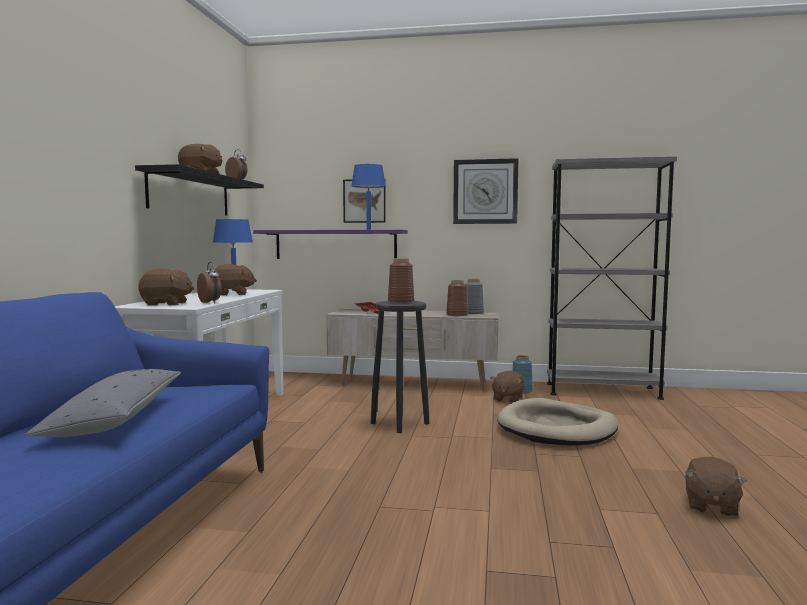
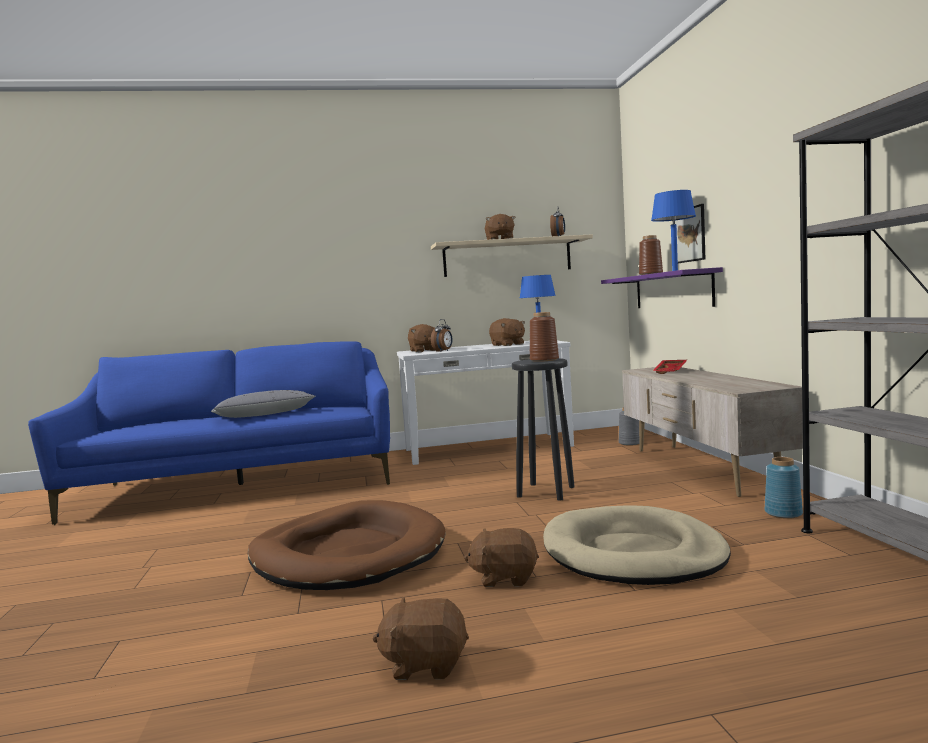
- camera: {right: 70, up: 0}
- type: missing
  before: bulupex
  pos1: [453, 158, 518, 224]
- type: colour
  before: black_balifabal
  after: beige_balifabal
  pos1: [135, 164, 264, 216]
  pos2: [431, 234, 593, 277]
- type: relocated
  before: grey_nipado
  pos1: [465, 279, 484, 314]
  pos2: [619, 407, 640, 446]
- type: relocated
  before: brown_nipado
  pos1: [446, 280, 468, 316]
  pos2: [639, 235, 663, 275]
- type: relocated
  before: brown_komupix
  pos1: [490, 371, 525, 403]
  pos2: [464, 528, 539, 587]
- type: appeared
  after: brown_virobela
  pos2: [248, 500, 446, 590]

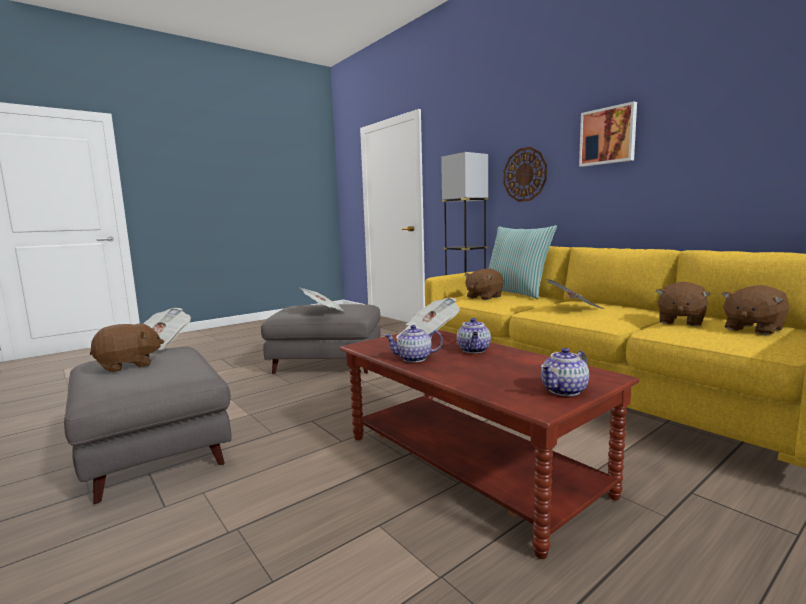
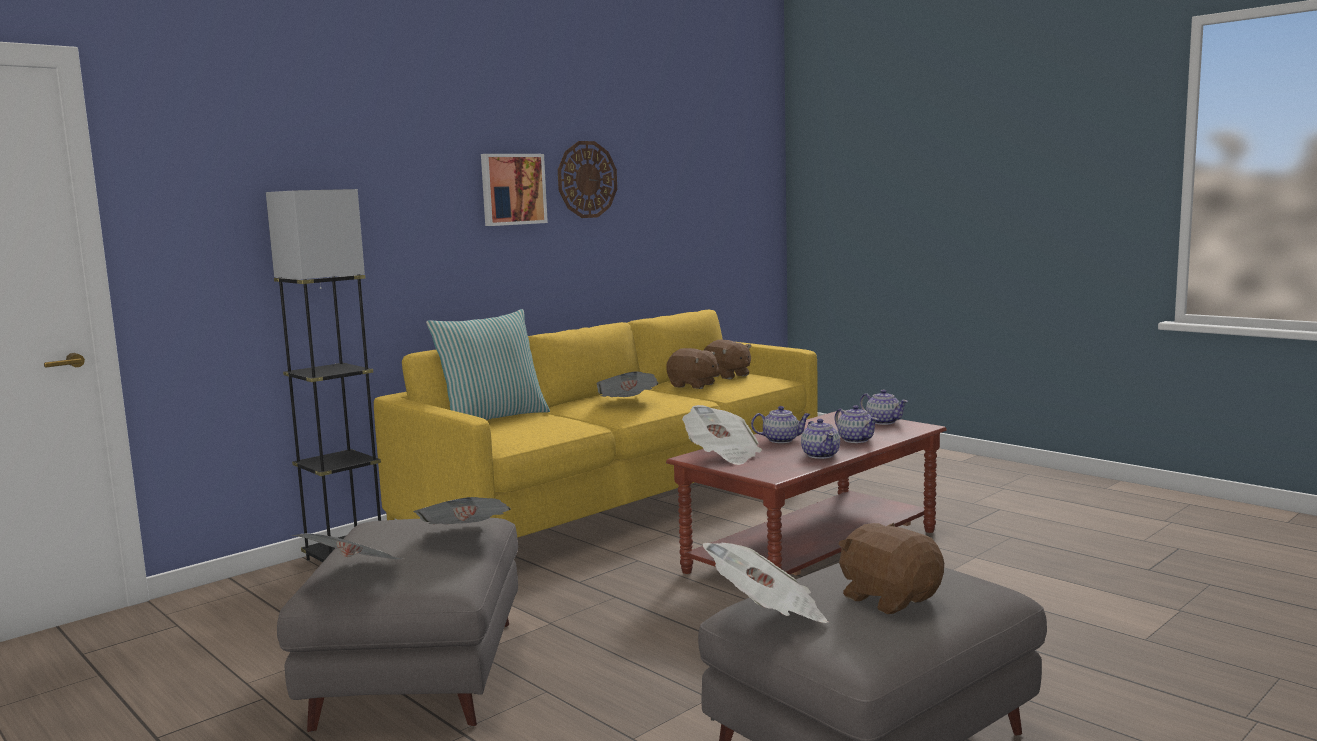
- camera: {right: -95, up: 0}
- type: relocated
  before: bulupex
  pos1: [504, 147, 547, 202]
  pos2: [558, 141, 617, 218]
- type: missing
  before: brown_komupix
  pos1: [464, 268, 504, 300]
- type: appeared
  after: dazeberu
  pos2: [835, 405, 878, 443]
- type: appeared
  after: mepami
  pos2: [292, 534, 403, 559]

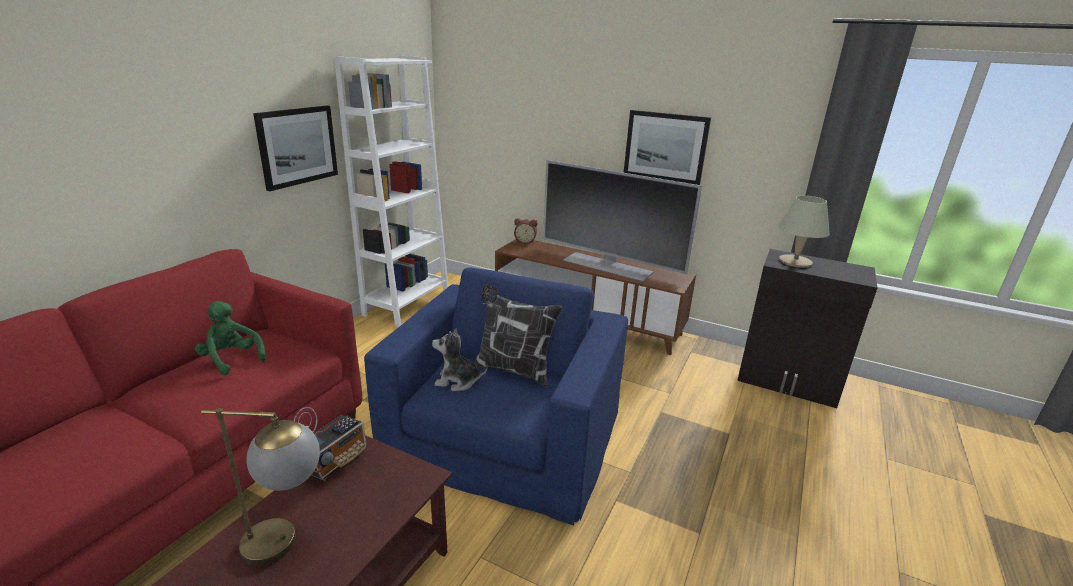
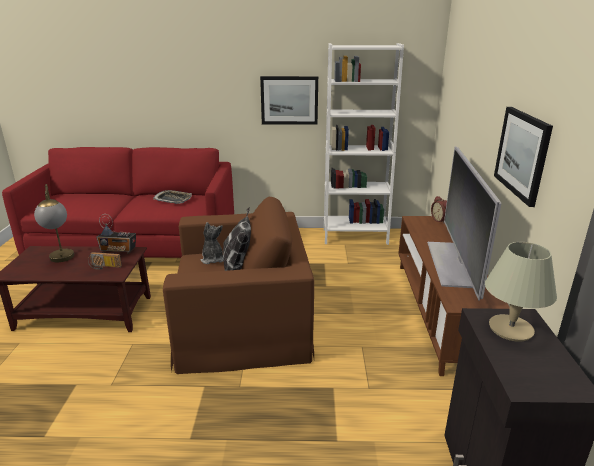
- camera: {right: 65, up: 0}
- type: colour
  before: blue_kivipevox
  after: brown_kivipevox
  pos1: [364, 267, 628, 525]
  pos2: [163, 197, 314, 374]
- type: exchanged
  before: green_komupix
  after: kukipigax
  pos1: [195, 301, 266, 375]
  pos2: [153, 190, 192, 204]
- type: appeared
  after: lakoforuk
  pos2: [88, 252, 122, 270]

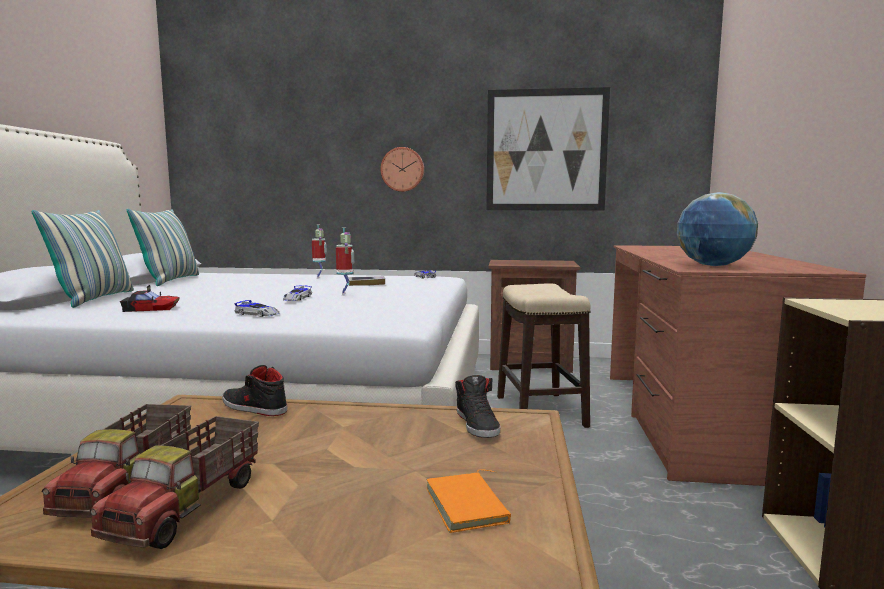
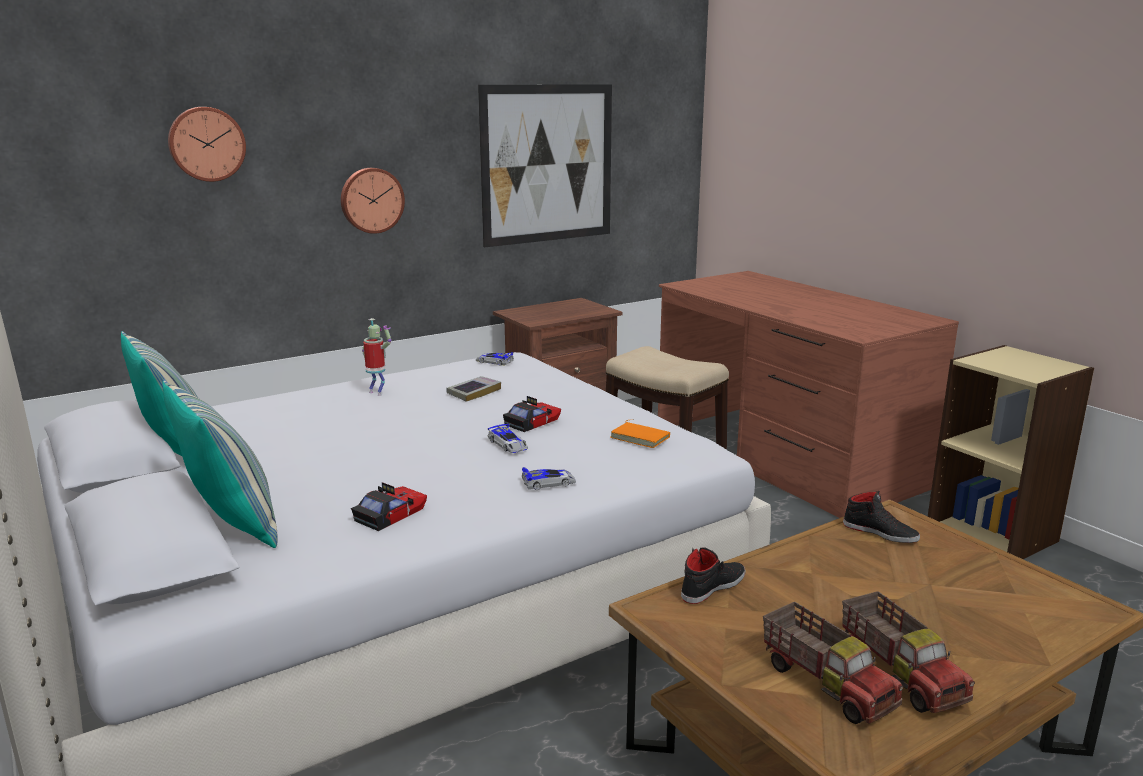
- camera: {right: -40, up: 10}
- type: missing
  before: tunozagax
  pos1: [677, 192, 758, 266]
- type: exchanged
  before: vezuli
  after: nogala
  pos1: [336, 227, 354, 296]
  pos2: [503, 396, 561, 432]
- type: spun
  before: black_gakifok
  pos1: [222, 365, 287, 416]
  pos2: [681, 548, 745, 604]
  turn: 150
- type: relocated
  before: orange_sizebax
  pos1: [427, 469, 511, 533]
  pos2: [610, 419, 670, 448]
- type: appeared
  after: bulupex
  pos2: [168, 107, 246, 182]

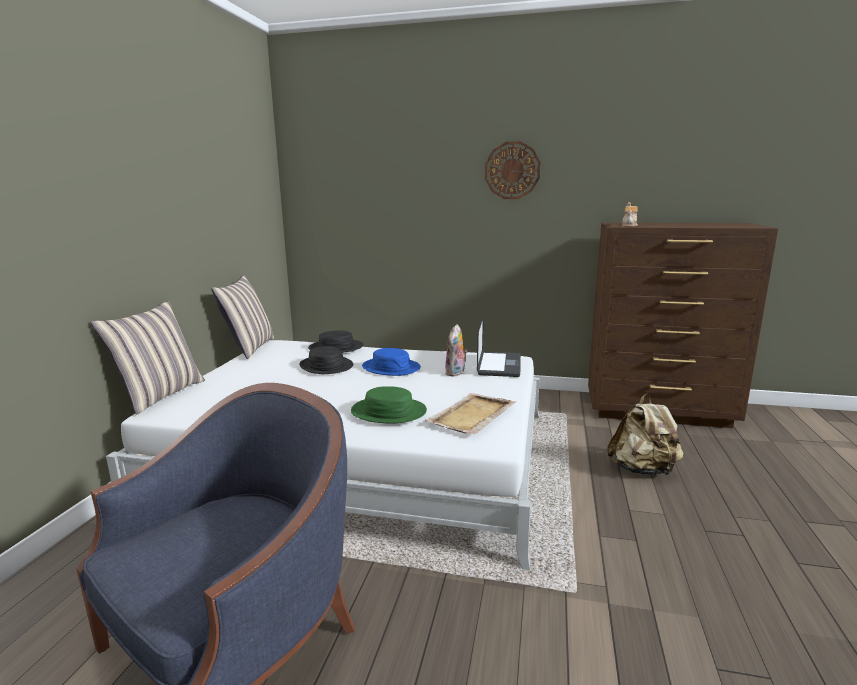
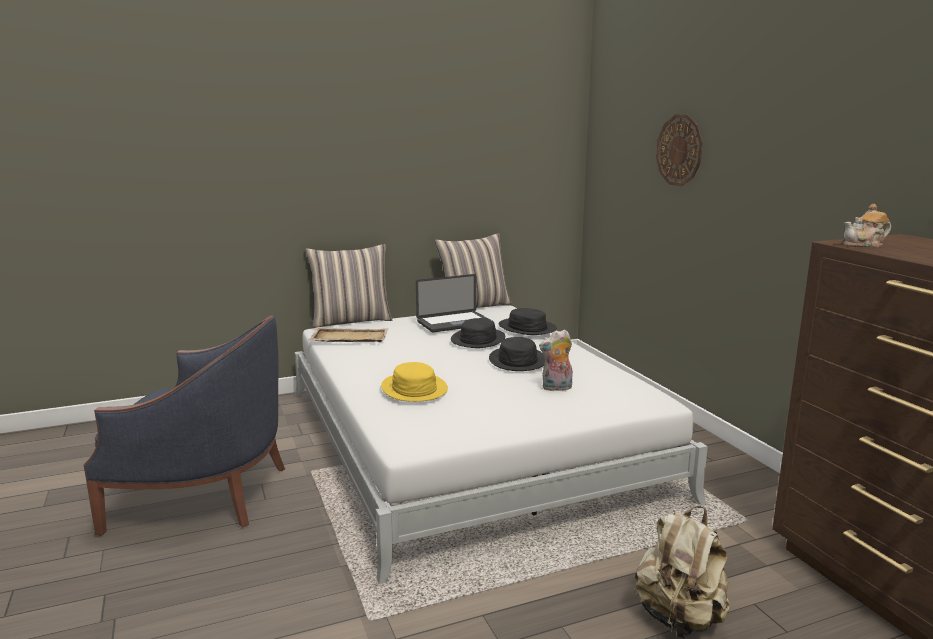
- camera: {right: 55, up: 0}
- type: relocated
  before: bulupex
  pos1: [485, 141, 541, 199]
  pos2: [656, 115, 703, 186]
- type: relocated
  before: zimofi
  pos1: [477, 315, 521, 377]
  pos2: [416, 274, 488, 332]
- type: colour
  before: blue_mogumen
  after: black_mogumen
  pos1: [362, 348, 421, 376]
  pos2: [489, 337, 544, 371]
- type: colour
  before: green_mogumen
  after: yellow_mogumen
  pos1: [351, 386, 427, 424]
  pos2: [381, 362, 448, 402]
- type: relocated
  before: beige_kukipigax
  pos1: [425, 393, 516, 434]
  pos2: [308, 327, 389, 342]

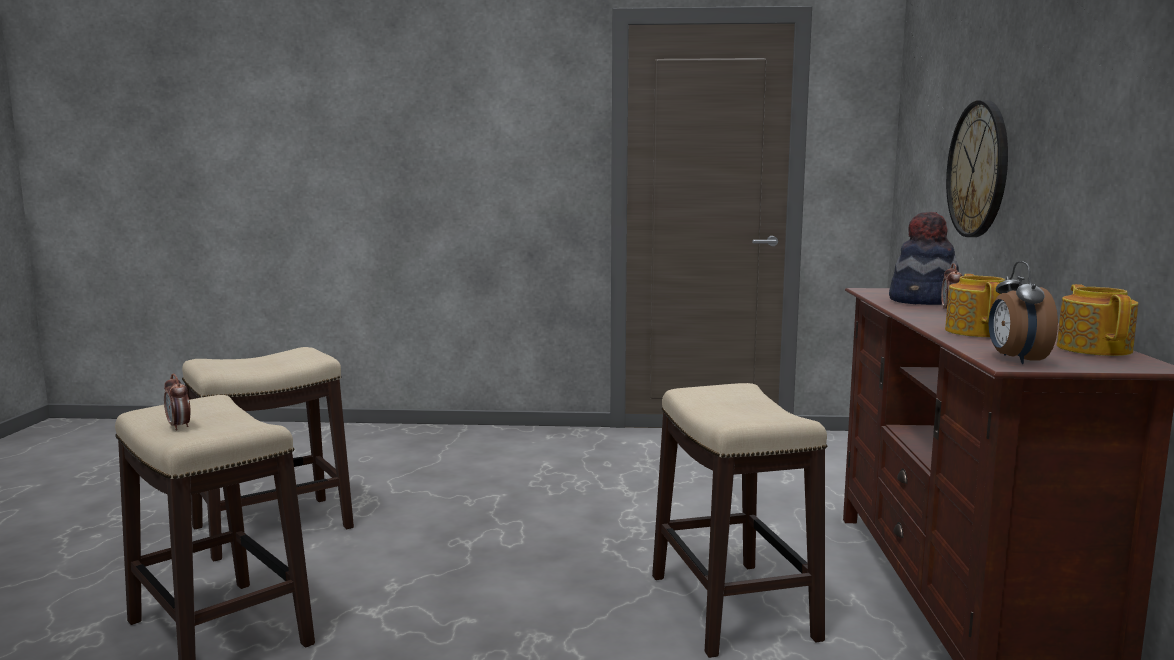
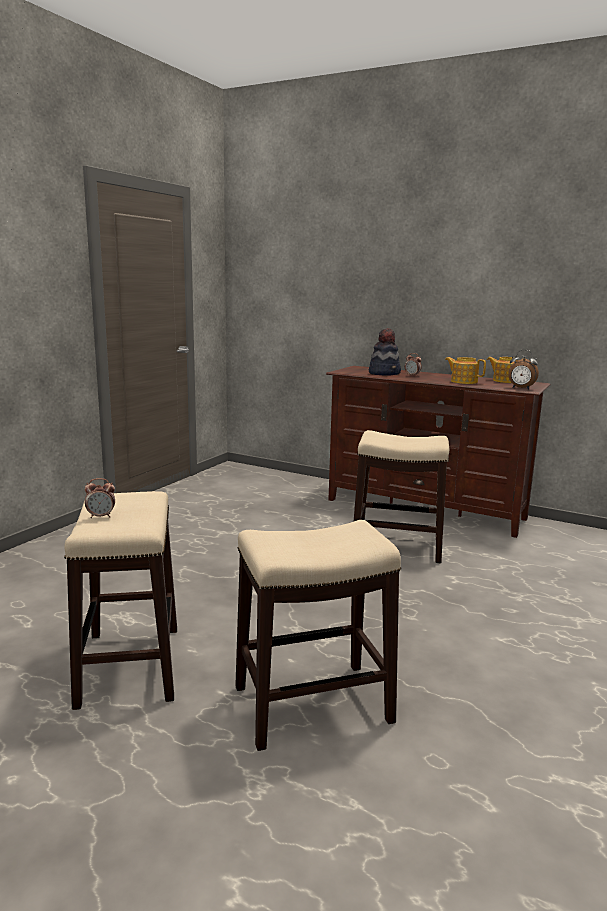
- camera: {right: -65, up: 5}
- type: missing
  before: bulupex
  pos1: [946, 100, 1008, 237]
- type: relocated
  before: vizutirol
  pos1: [164, 373, 191, 430]
  pos2: [85, 478, 115, 518]

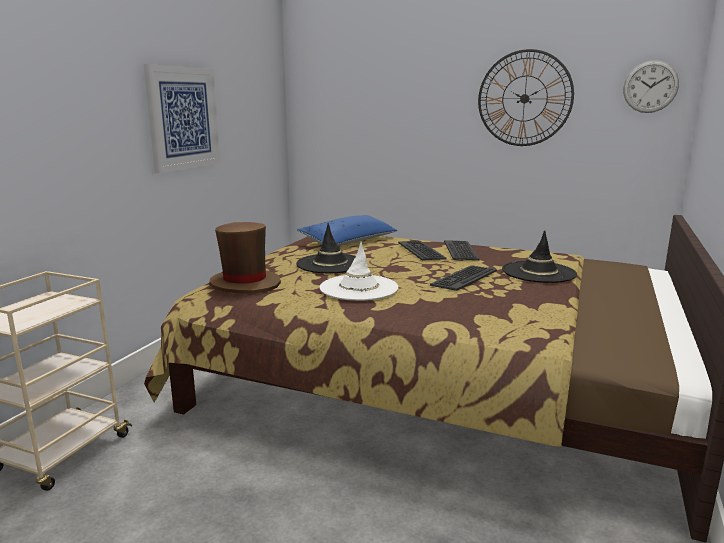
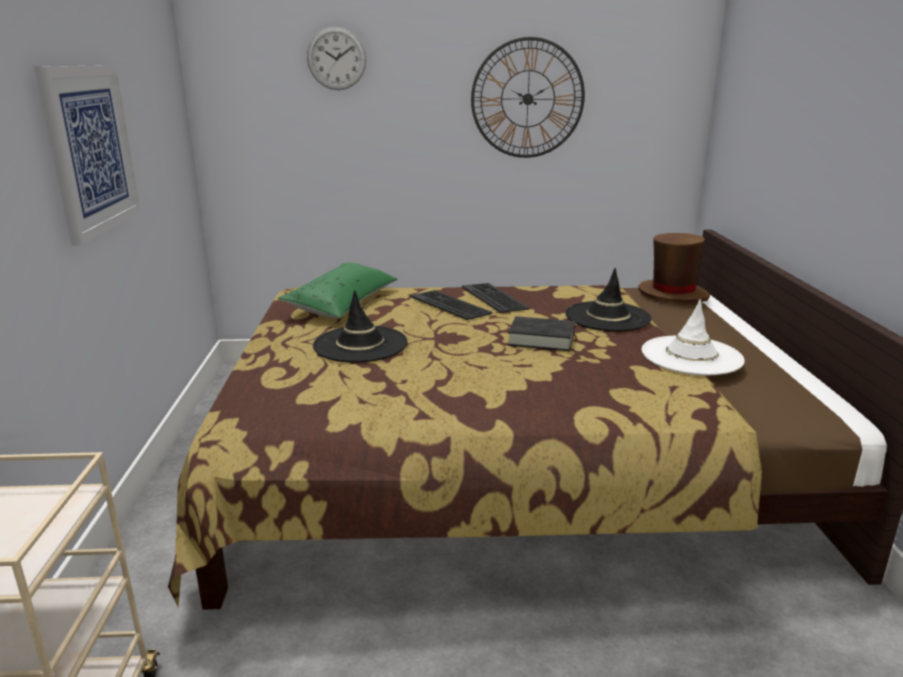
- camera: {right: -25, up: 5}
- type: relocated
  before: bulupex
  pos1: [623, 60, 679, 113]
  pos2: [307, 27, 366, 90]
- type: colour
  before: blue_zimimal
  after: green_zimimal
  pos1: [297, 215, 398, 246]
  pos2: [278, 263, 398, 318]
- type: relocated
  before: brown_mogumen
  pos1: [209, 222, 281, 294]
  pos2: [638, 233, 710, 303]
- type: relocated
  before: white_mogumen
  pos1: [320, 242, 398, 301]
  pos2: [642, 299, 745, 376]
- type: exchanged
  before: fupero
  after: black_sizebax
  pos1: [430, 265, 497, 291]
  pos2: [508, 316, 575, 351]

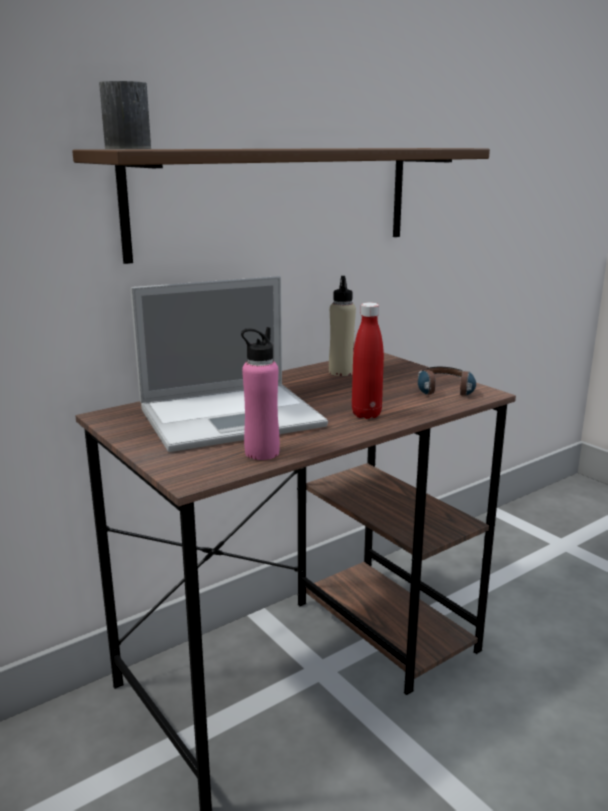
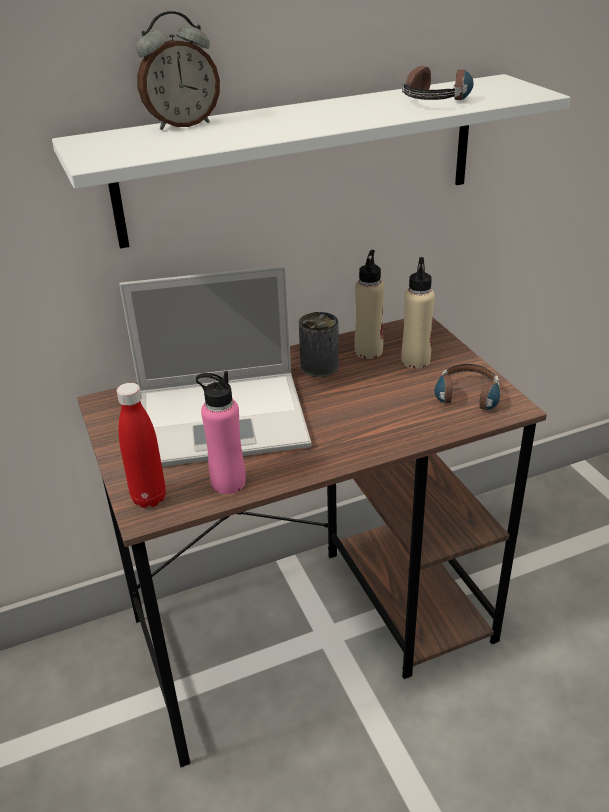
- camera: {right: 15, up: 15}
- type: relocated
  before: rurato
  pos1: [99, 81, 151, 149]
  pos2: [299, 312, 339, 377]
- type: colour
  before: brown_balifabal
  after: white_balifabal
  pos1: [72, 148, 490, 264]
  pos2: [52, 74, 570, 249]
- type: relocated
  before: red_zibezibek
  pos1: [352, 302, 384, 419]
  pos2: [117, 383, 166, 508]
- type: appeared
  after: vizutirol
  pos2: [137, 11, 220, 130]
- type: appeared
  after: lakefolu
  pos2: [402, 66, 474, 100]
- type: appeared
  after: beige_zibezibek
  pos2: [401, 257, 435, 369]

